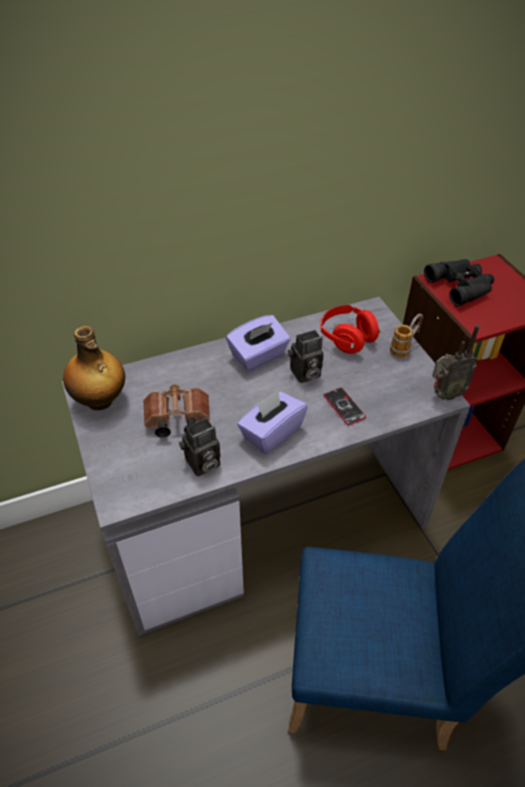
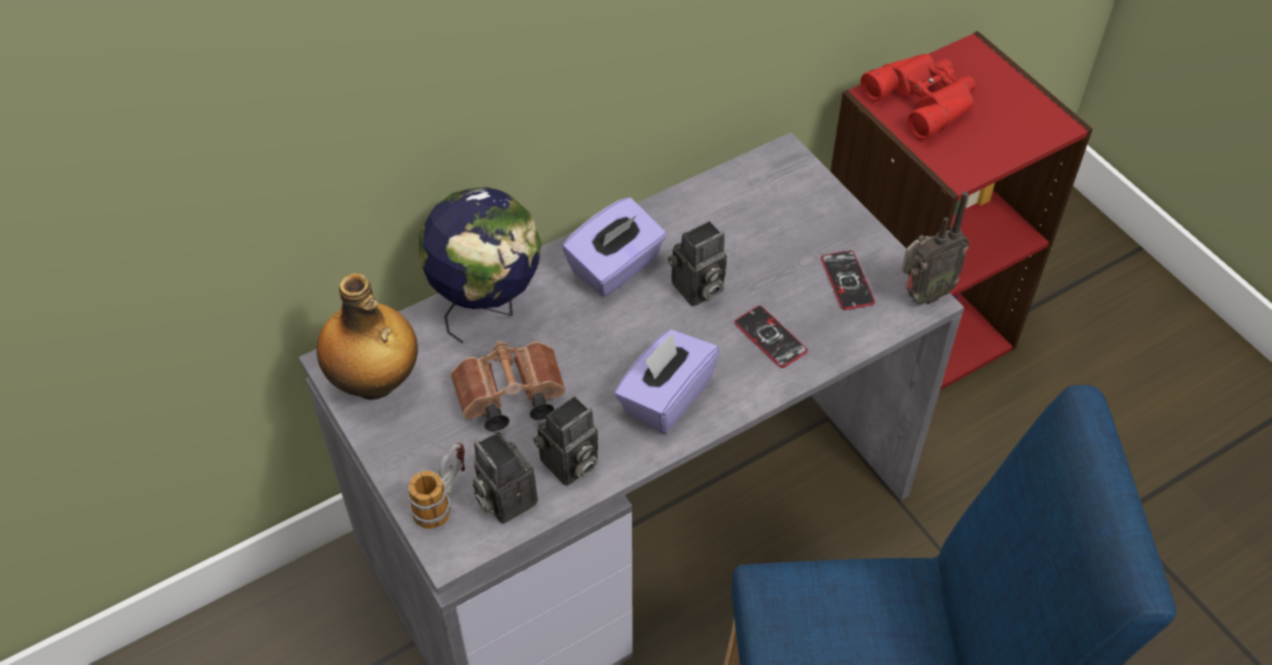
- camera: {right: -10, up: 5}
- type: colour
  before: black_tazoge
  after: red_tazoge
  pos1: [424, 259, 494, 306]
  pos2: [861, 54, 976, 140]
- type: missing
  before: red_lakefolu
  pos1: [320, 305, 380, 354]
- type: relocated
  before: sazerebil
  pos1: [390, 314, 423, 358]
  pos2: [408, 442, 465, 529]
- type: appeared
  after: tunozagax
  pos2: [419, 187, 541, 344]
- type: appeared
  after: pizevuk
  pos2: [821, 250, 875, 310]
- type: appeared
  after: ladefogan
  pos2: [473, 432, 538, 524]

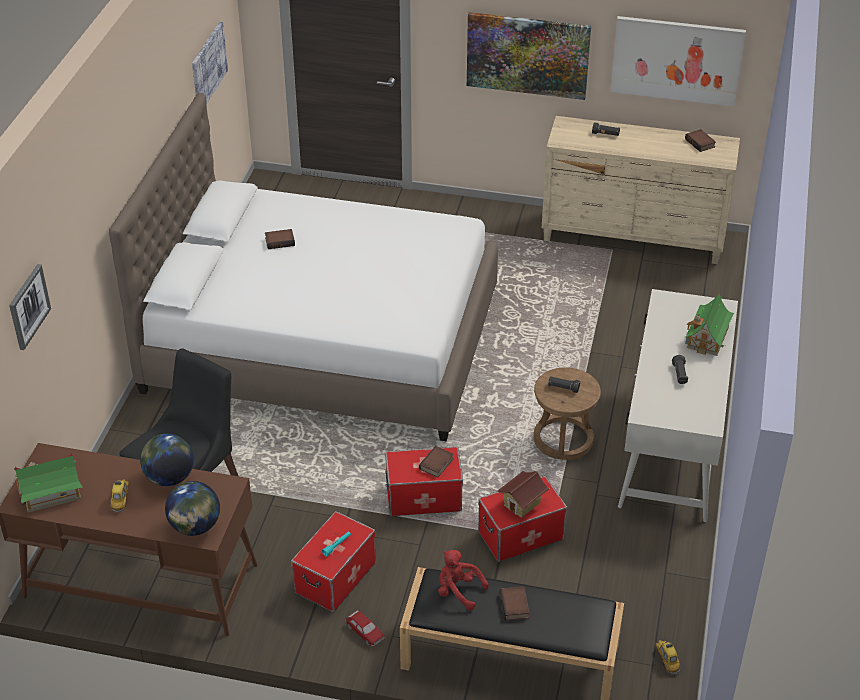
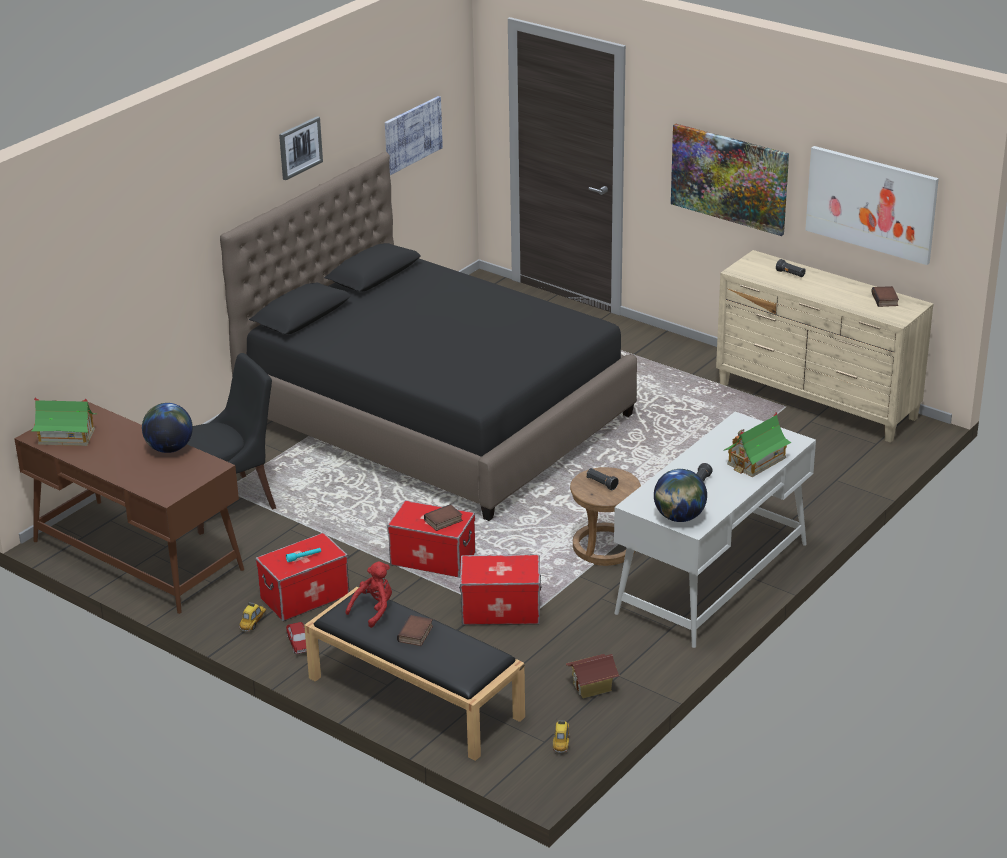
- camera: {right: 25, up: -10}
- type: colour
  before: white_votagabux
  after: black_votagabux
  pos1: [109, 93, 498, 442]
  pos2: [220, 152, 637, 521]
- type: missing
  before: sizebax
  pos1: [265, 229, 295, 249]
- type: relocated
  before: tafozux
  pos1: [9, 264, 51, 350]
  pos2: [279, 116, 323, 180]
- type: relocated
  before: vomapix
  pos1: [497, 471, 549, 518]
  pos2: [566, 654, 620, 699]
- type: relocated
  before: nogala
  pos1: [110, 479, 129, 513]
  pos2: [239, 602, 266, 632]
- type: relocated
  before: tunozagax
  pos1: [165, 481, 220, 536]
  pos2: [654, 469, 707, 522]
- type: spun
  before: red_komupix
  pos1: [438, 550, 489, 610]
  pos2: [345, 561, 392, 628]
  turn: 75

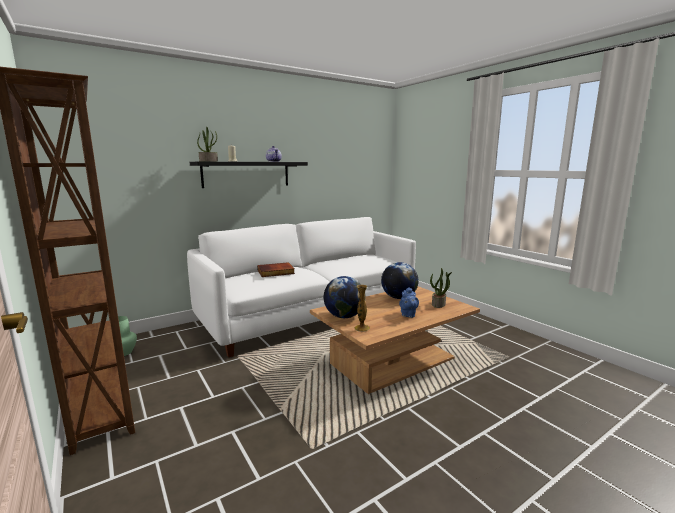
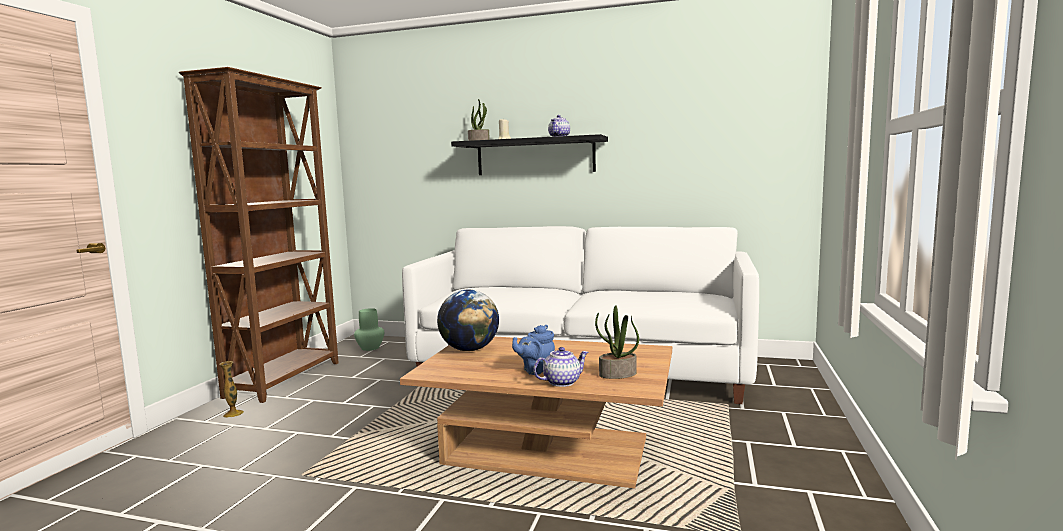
- camera: {right: 50, up: -5}
- type: missing
  before: sizebax
  pos1: [257, 262, 295, 277]
- type: missing
  before: tunozagax
  pos1: [381, 262, 419, 299]
- type: relocated
  before: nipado
  pos1: [355, 285, 370, 332]
  pos2: [219, 361, 244, 418]
- type: appeared
  after: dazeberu
  pos2: [533, 347, 589, 387]

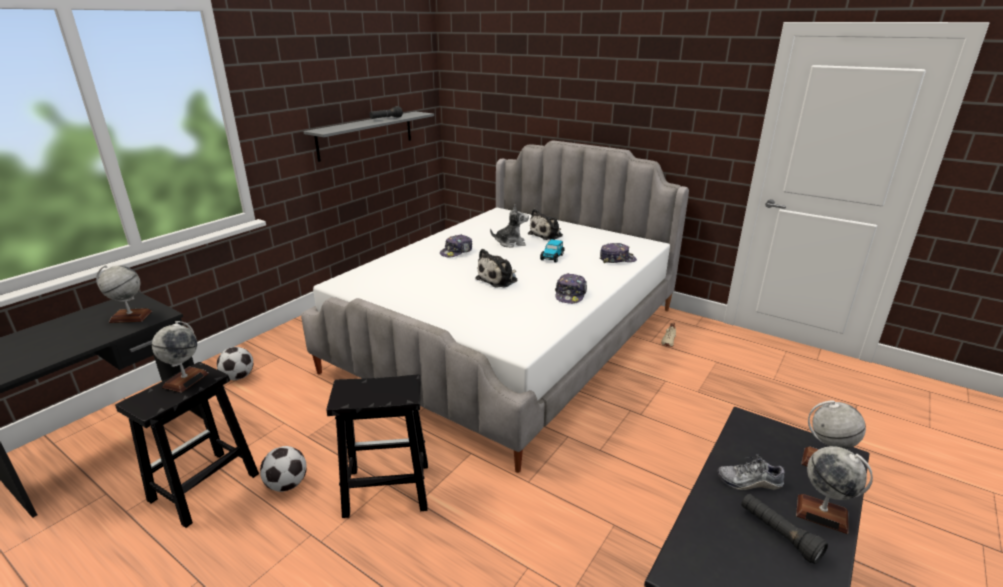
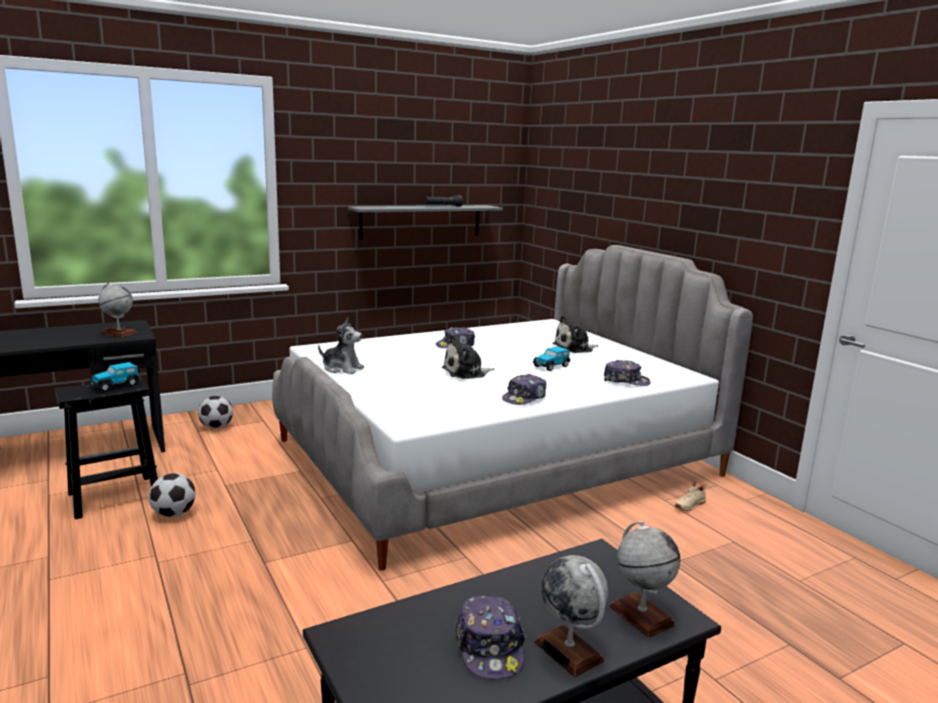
- camera: {right: 25, up: -10}
- type: relocated
  before: komupix
  pos1: [490, 205, 529, 248]
  pos2: [318, 317, 364, 374]
- type: exchanged
  before: tunozagax
  after: nogala
  pos1: [152, 321, 209, 393]
  pos2: [89, 362, 140, 391]
- type: missing
  before: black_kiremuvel
  pos1: [327, 374, 428, 518]
- type: missing
  before: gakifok
  pos1: [717, 454, 787, 490]
- type: exchanged
  before: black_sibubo
  after: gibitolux
  pos1: [741, 494, 828, 564]
  pos2: [456, 596, 526, 679]

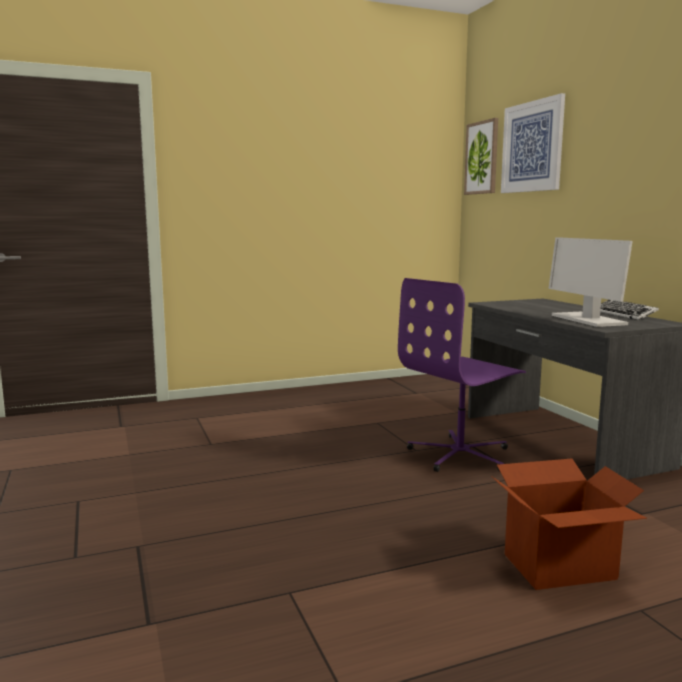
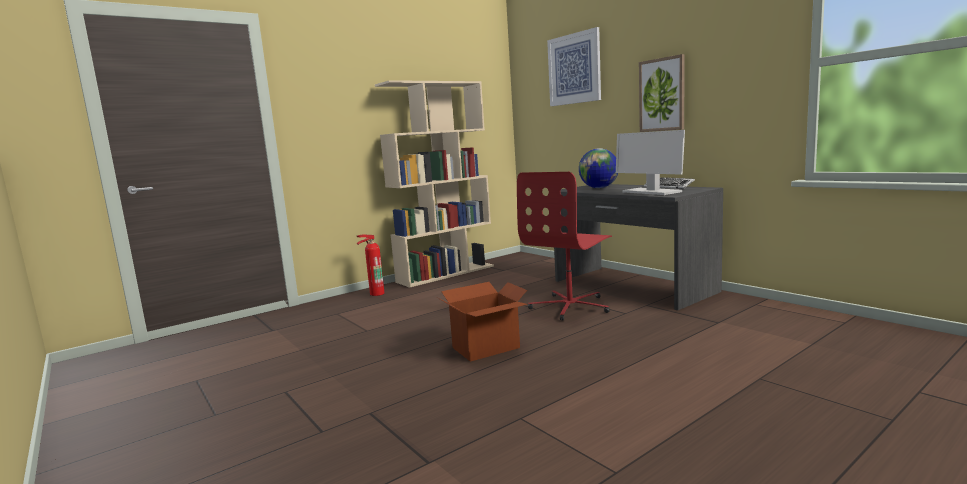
- camera: {right: -15, up: 0}
- type: relocated
  before: tafozux
  pos1: [464, 118, 498, 195]
  pos2: [639, 54, 685, 132]
- type: colour
  before: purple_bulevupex
  after: red_bulevupex
  pos1: [398, 278, 526, 472]
  pos2: [517, 172, 612, 320]
- type: relocated
  before: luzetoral
  pos1: [491, 459, 647, 590]
  pos2: [437, 282, 528, 362]
- type: appeared
  after: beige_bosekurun
  pos2: [375, 80, 494, 288]
- type: appeared
  after: tunozagax
  pos2: [579, 148, 618, 188]
- type: appeared
  after: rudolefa
  pos2: [356, 235, 385, 296]

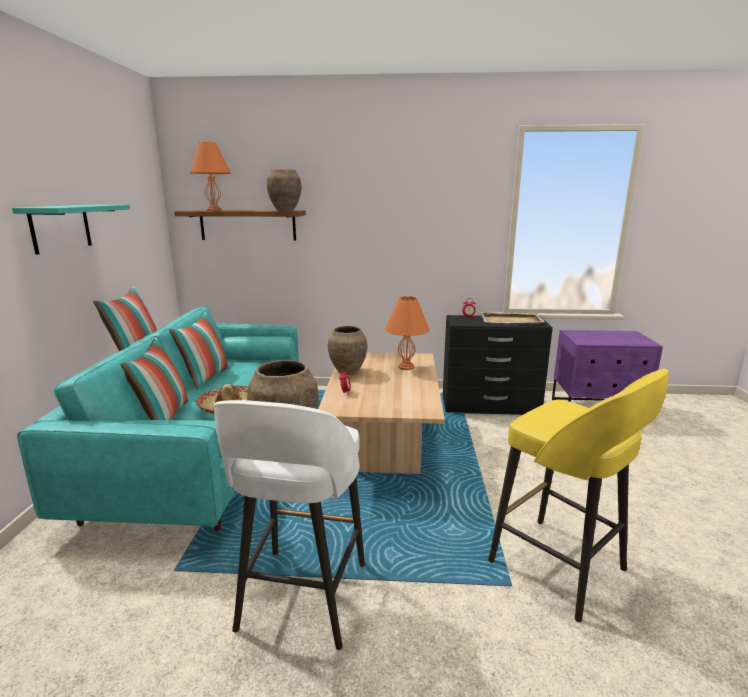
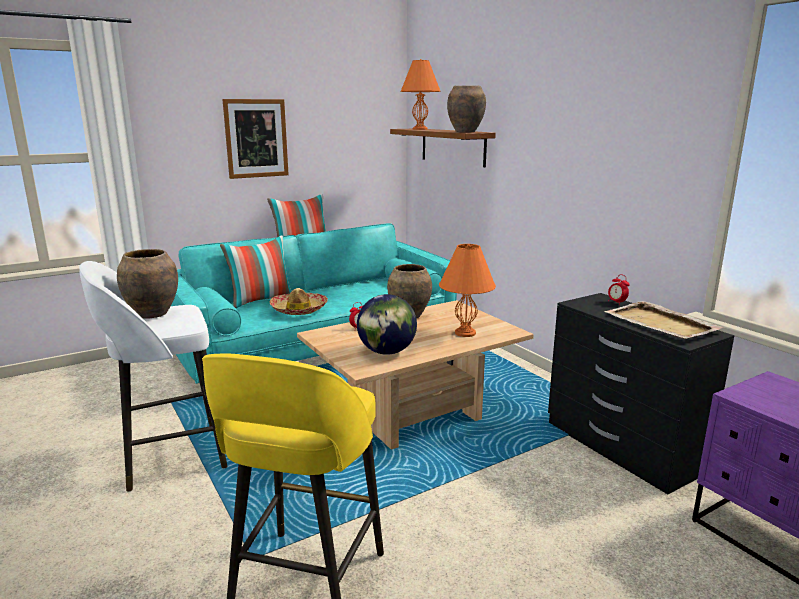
- camera: {right: 55, up: 0}
- type: exchanged
  before: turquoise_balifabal
  after: tafozux
  pos1: [12, 205, 130, 255]
  pos2: [222, 99, 289, 179]
- type: missing
  before: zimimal
  pos1: [169, 313, 230, 390]
- type: appeared
  after: tunozagax
  pos2: [357, 294, 417, 355]

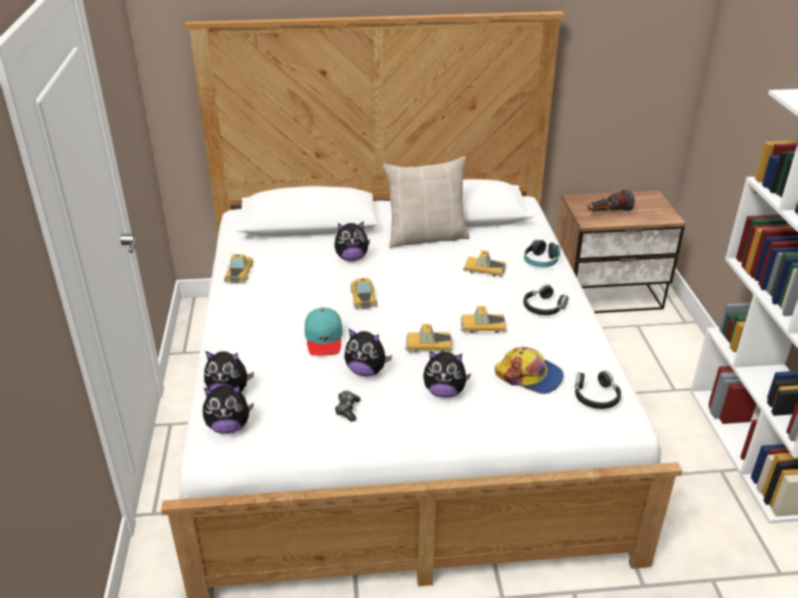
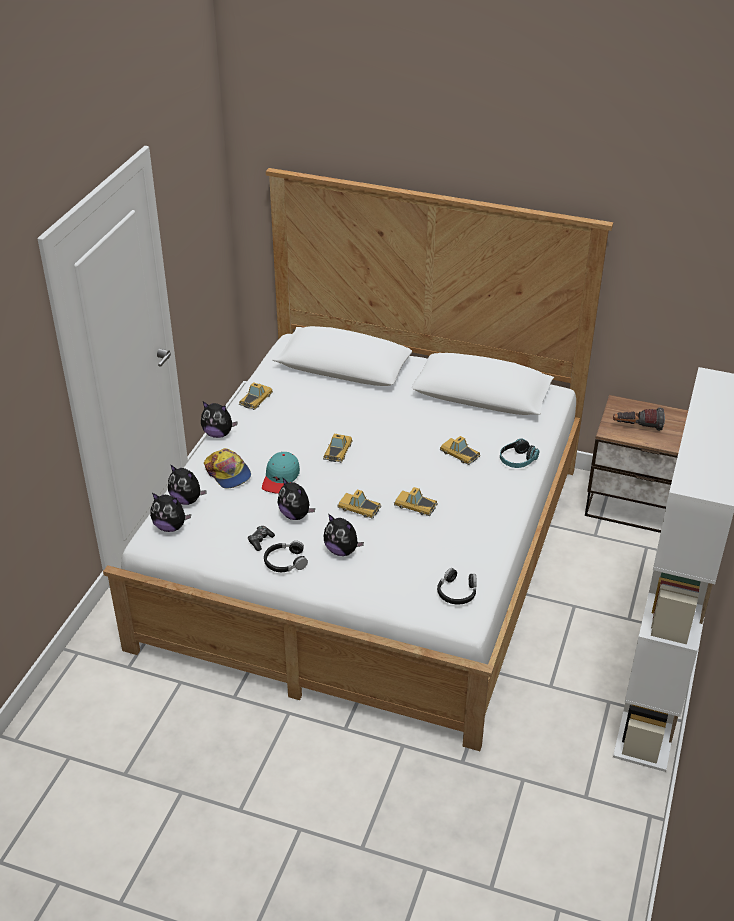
- camera: {right: 25, up: 5}
- type: missing
  before: beige_zimimal
  pos1: [383, 156, 470, 248]
- type: relocated
  before: komupix
  pos1: [334, 221, 370, 261]
  pos2: [201, 402, 238, 438]
- type: relocated
  before: black_lakefolu
  pos1: [523, 284, 569, 315]
  pos2: [264, 541, 308, 572]
- type: relocated
  before: gibitolux
  pos1: [495, 347, 564, 394]
  pos2: [204, 448, 251, 489]

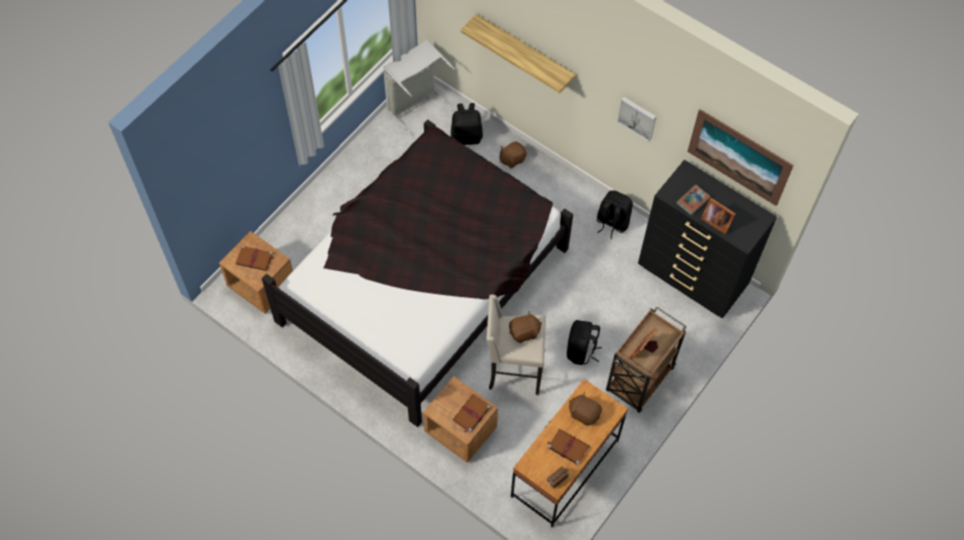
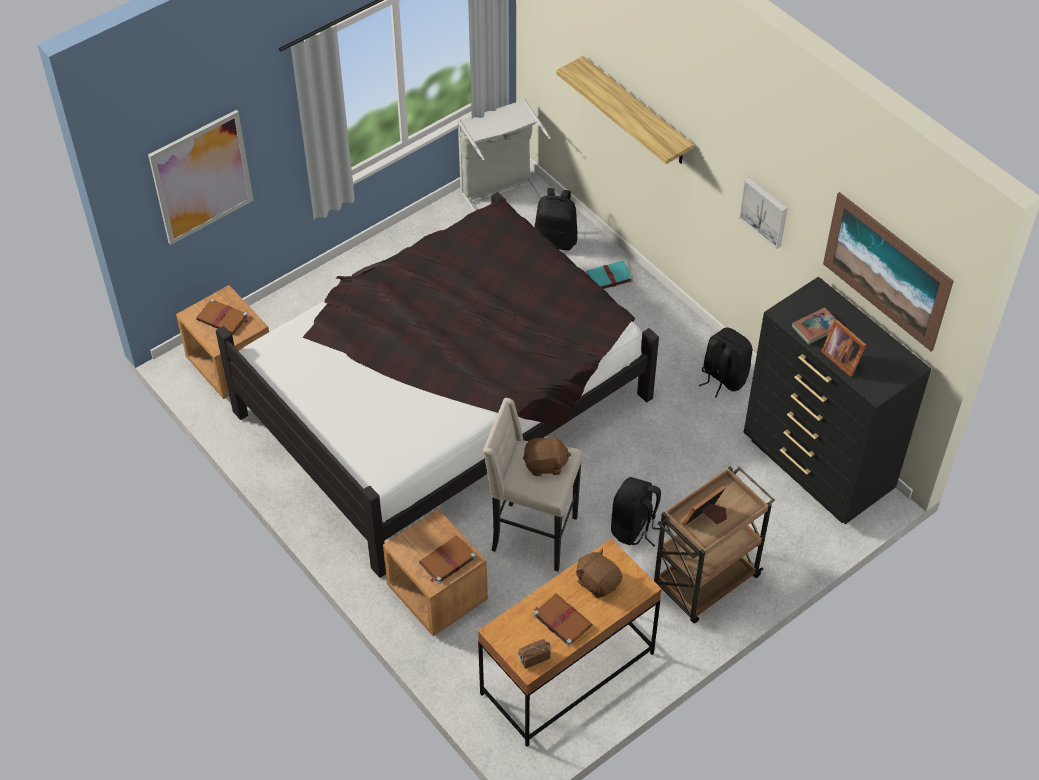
- camera: {right: 15, up: -10}
- type: exchanged
  before: brown_komupix
  after: turquoise_sizebax
  pos1: [500, 141, 527, 169]
  pos2: [586, 261, 633, 289]
- type: appeared
  after: tafozux
  pos2: [148, 110, 254, 245]

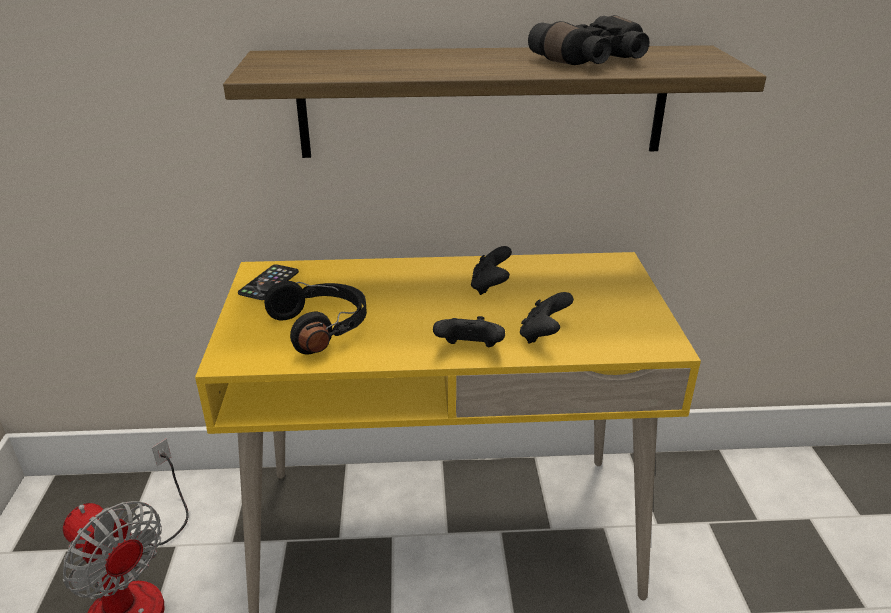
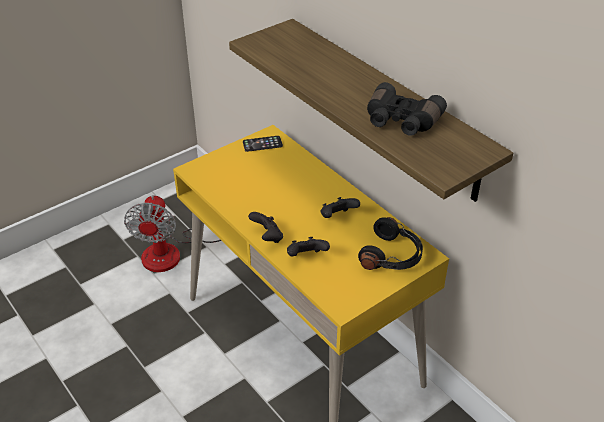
- camera: {right: 55, up: 10}
- type: relocated
  before: black_lakefolu
  pos1: [264, 281, 367, 354]
  pos2: [358, 217, 423, 270]

